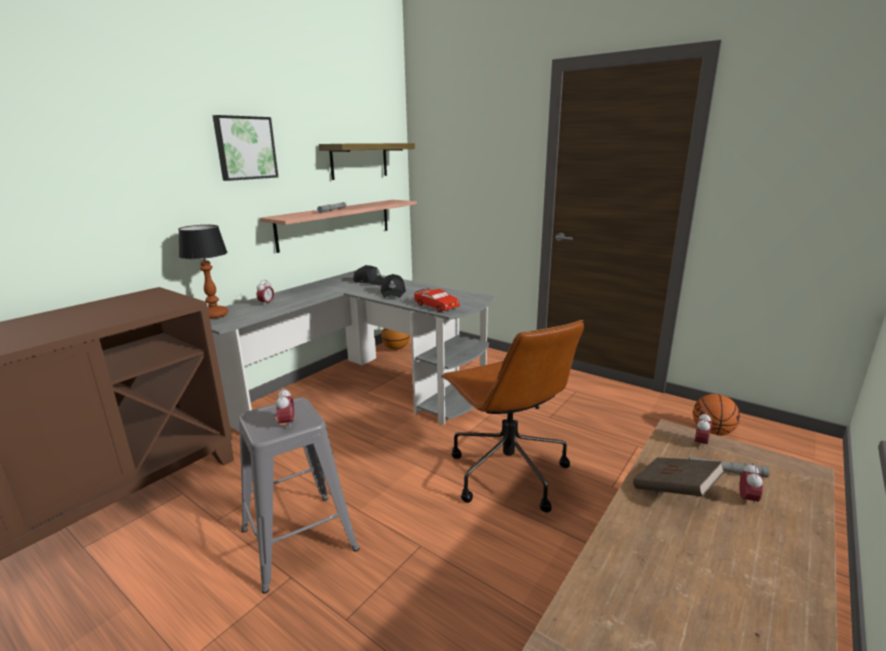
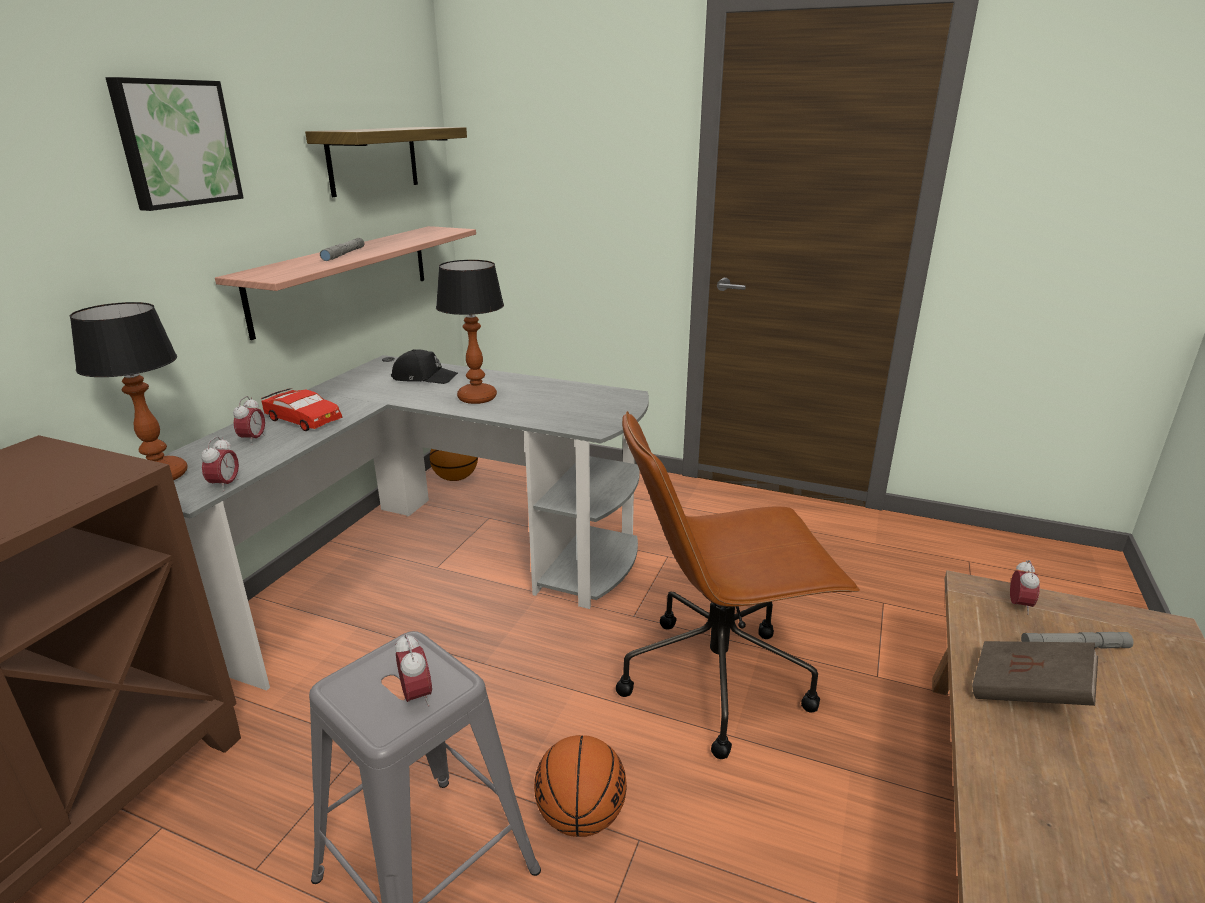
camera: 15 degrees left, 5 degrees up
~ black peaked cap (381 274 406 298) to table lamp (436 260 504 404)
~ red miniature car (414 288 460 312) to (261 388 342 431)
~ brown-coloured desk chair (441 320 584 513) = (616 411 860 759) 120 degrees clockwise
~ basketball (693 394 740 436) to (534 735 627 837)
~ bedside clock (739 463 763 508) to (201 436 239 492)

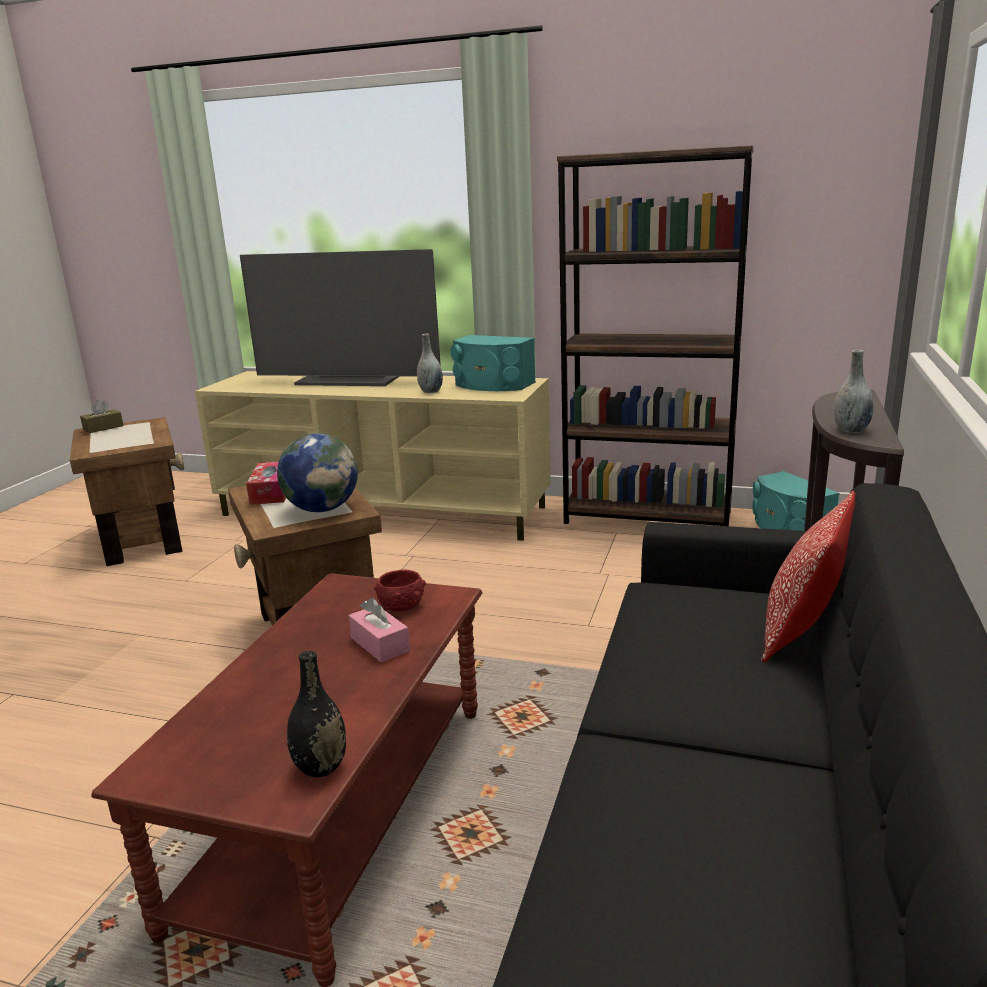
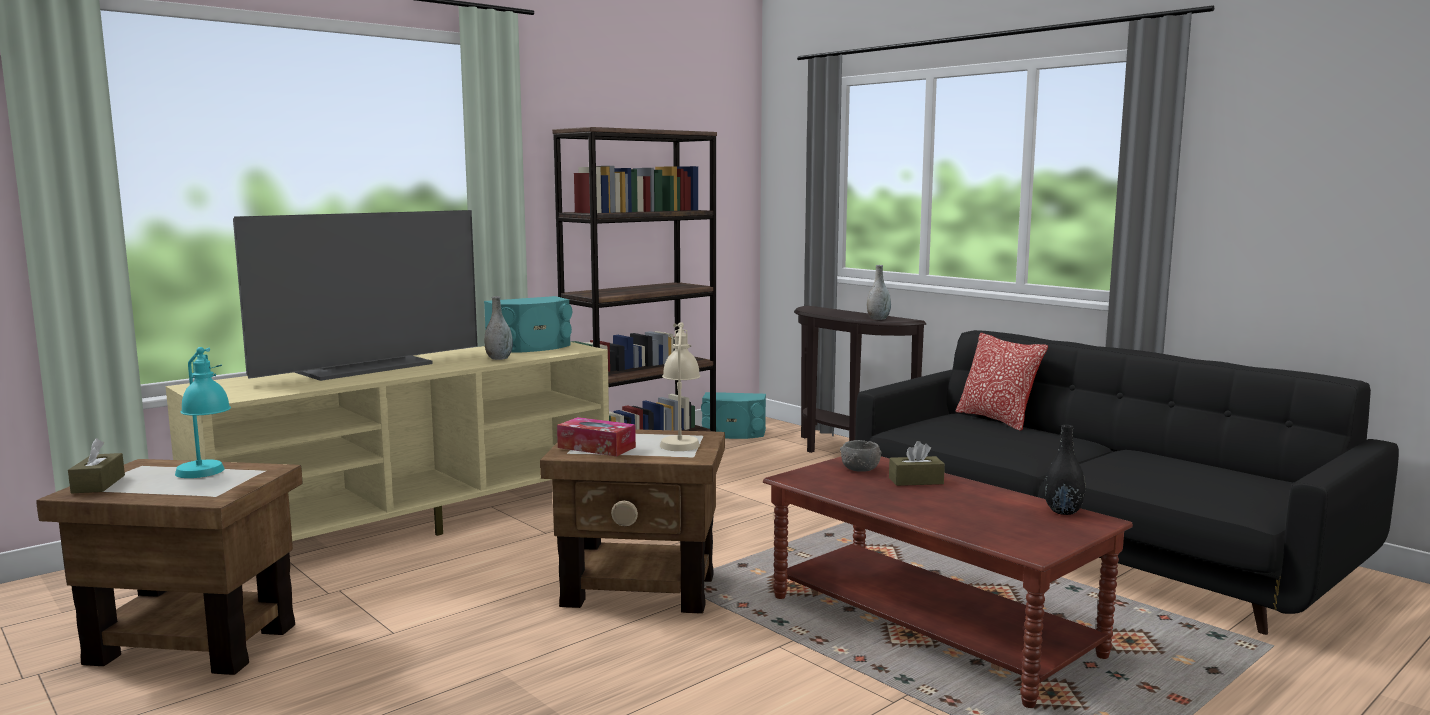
camera: 60 degrees left, 10 degrees down
~ globe (277 433 358 512) to beige-coloured table lamp (660 322 701 451)
~ pink-coloured tissue holder (349 598 410 663) to brown-coloured tissue holder (889 441 945 486)
~ red deep dish (374 569 426 612) to gray deep dish (840 440 882 472)
+ turquoise table lamp (175 347 231 478)

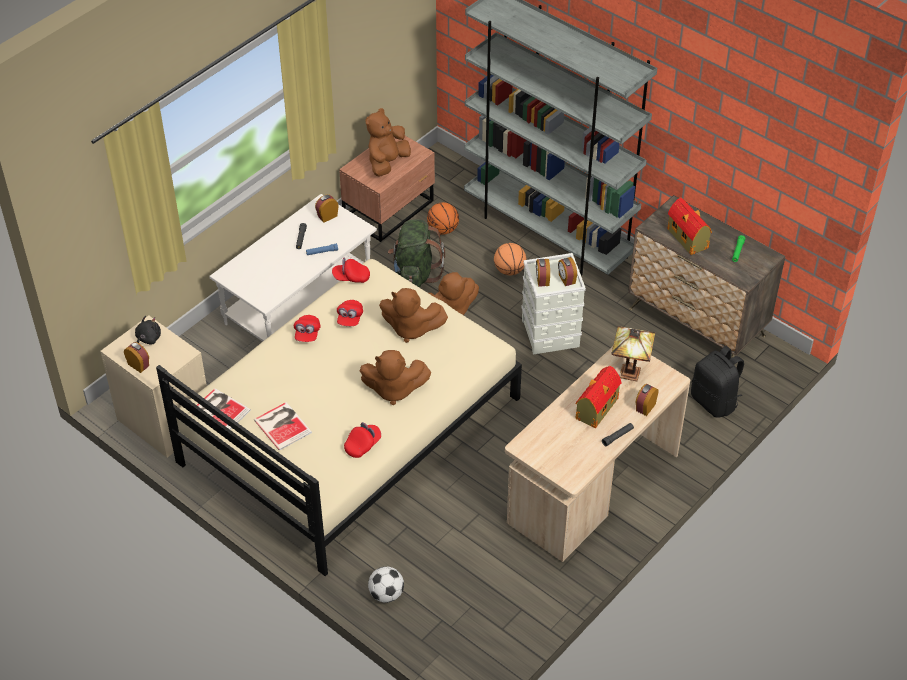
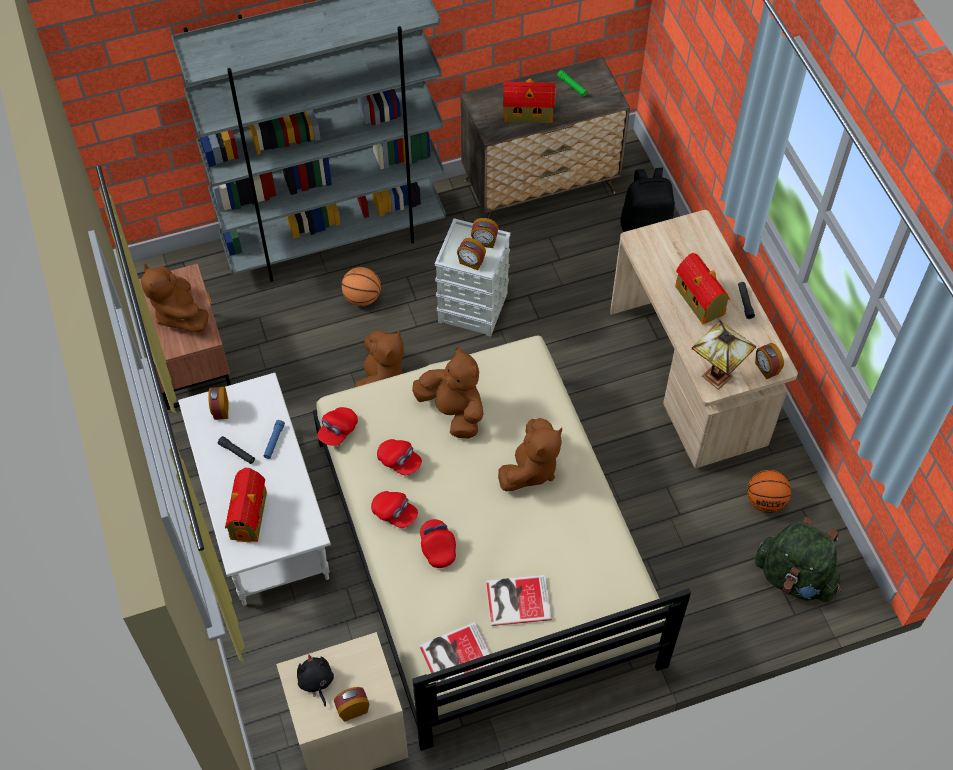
camera: 60 degrees left, 10 degrees up
~ red peaked cap (344 422 381 458) to (420 519 456 568)
- football ball (368 566 404 603)
~ brown-coloured cuddly toy (379 288 448 343) = (412 347 483 439) 90 degrees counterclockwise
~ greenish rucksack (388 219 445 288) to (754 516 841 602)
~ basketball (427 202 459 235) to (747 470 791 513)
~ table lamp (611 326 656 381) to (692 320 756 390)
~ bedside clock (636 384 659 416) to (755 343 784 379)
+ toy house (225 468 267 542)

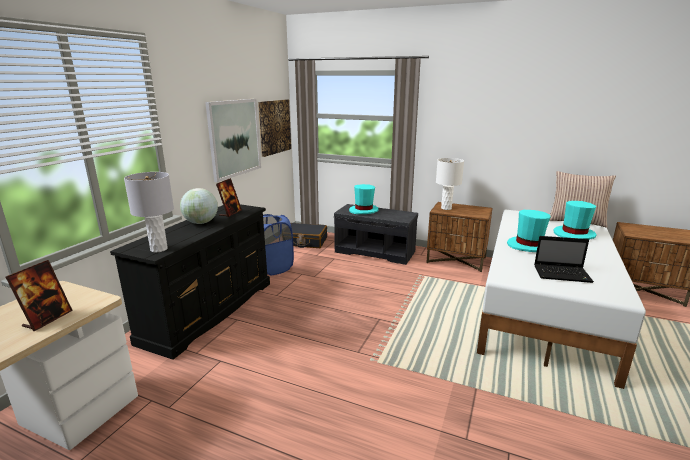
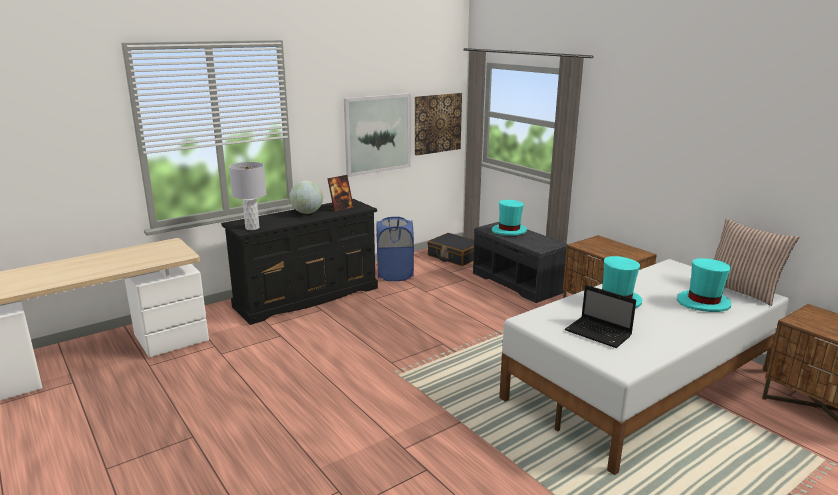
camera: 30 degrees right, 0 degrees up
- picture frame (6 260 73 331)
- whitish table lamp (436 158 464 210)

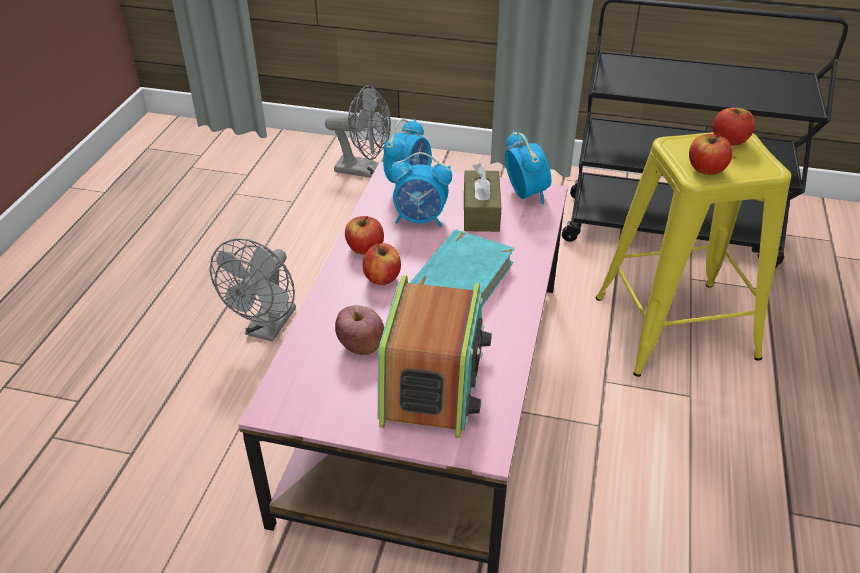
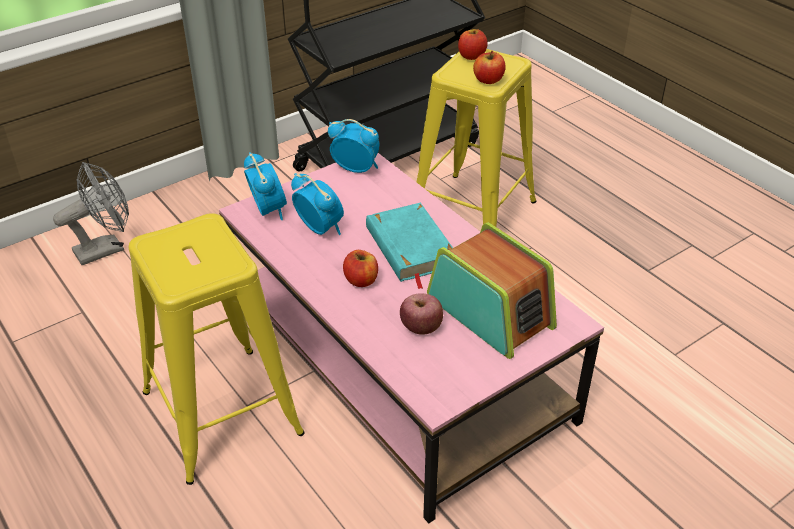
camera: 50 degrees left, 0 degrees up
~ gray cooling fan (210 239 296 342) to yellowish stool (129 213 305 485)
- whole apple (345 216 384 255)
~ bedside clock (390 152 452 227) = (291 173 344 235) 90 degrees counterclockwise
- brown-coloured tissue holder (464 163 501 232)

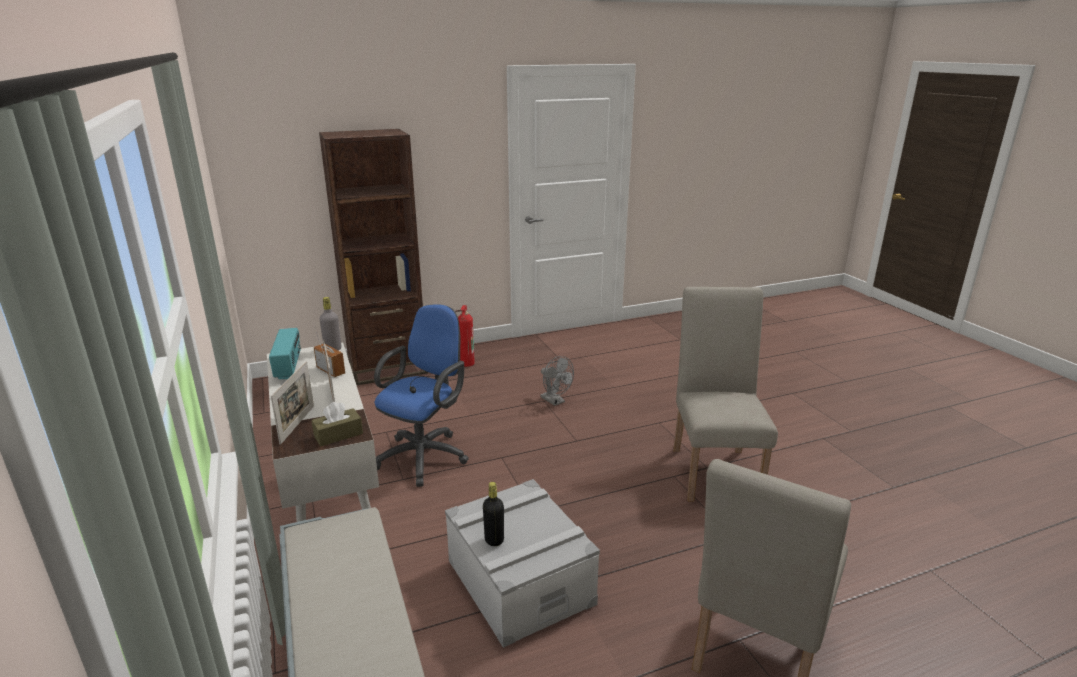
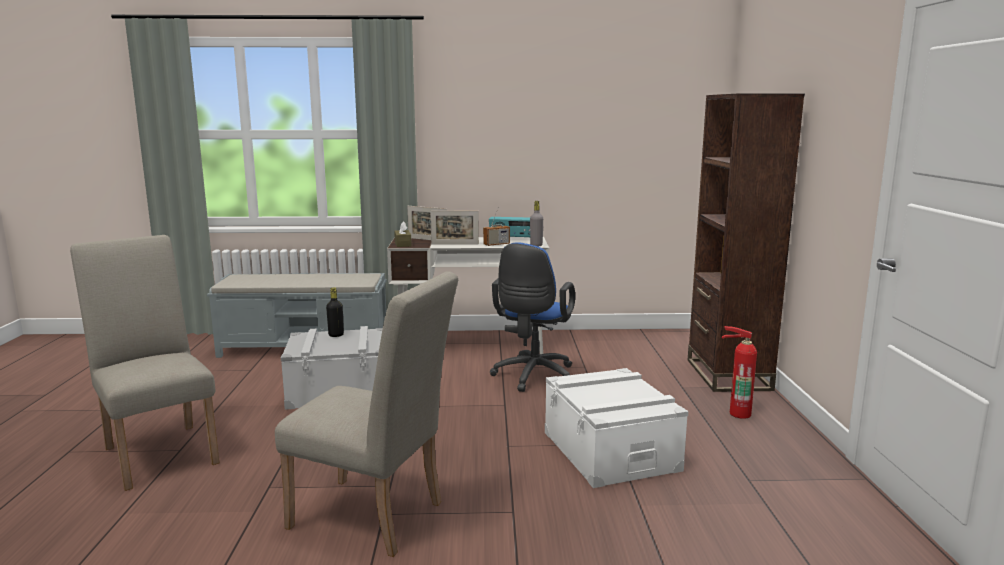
camera: 110 degrees right, 10 degrees down
~ bluish desk chair (374 304 469 487) = (490 242 575 392) 60 degrees clockwise
~ gray cooling fan (541 356 574 406) to whitish storage bin (545 368 688 488)

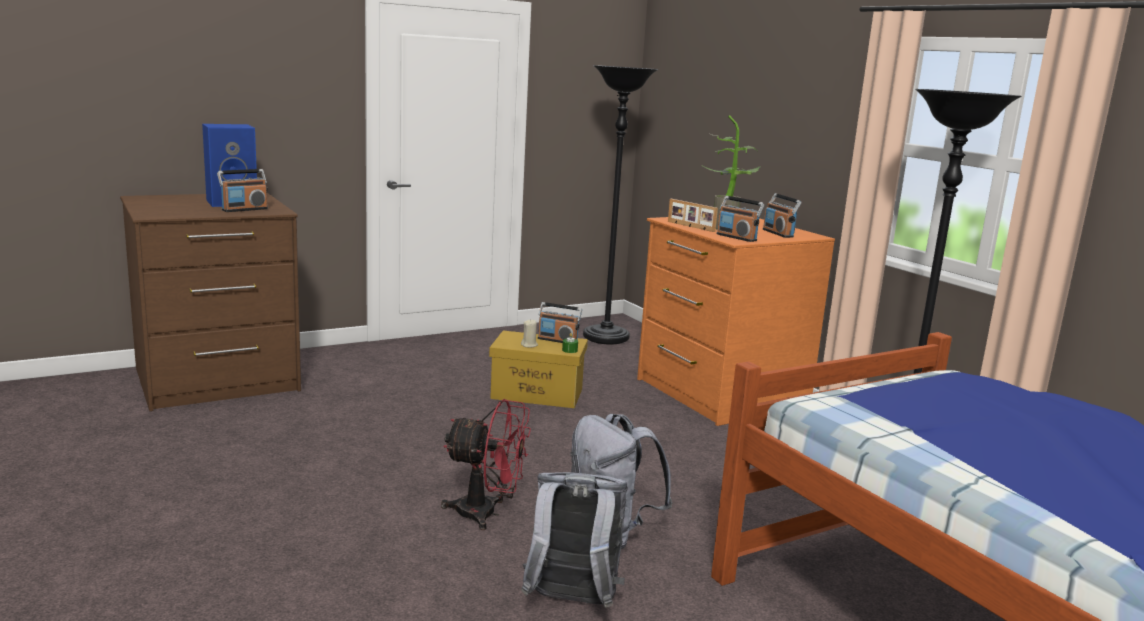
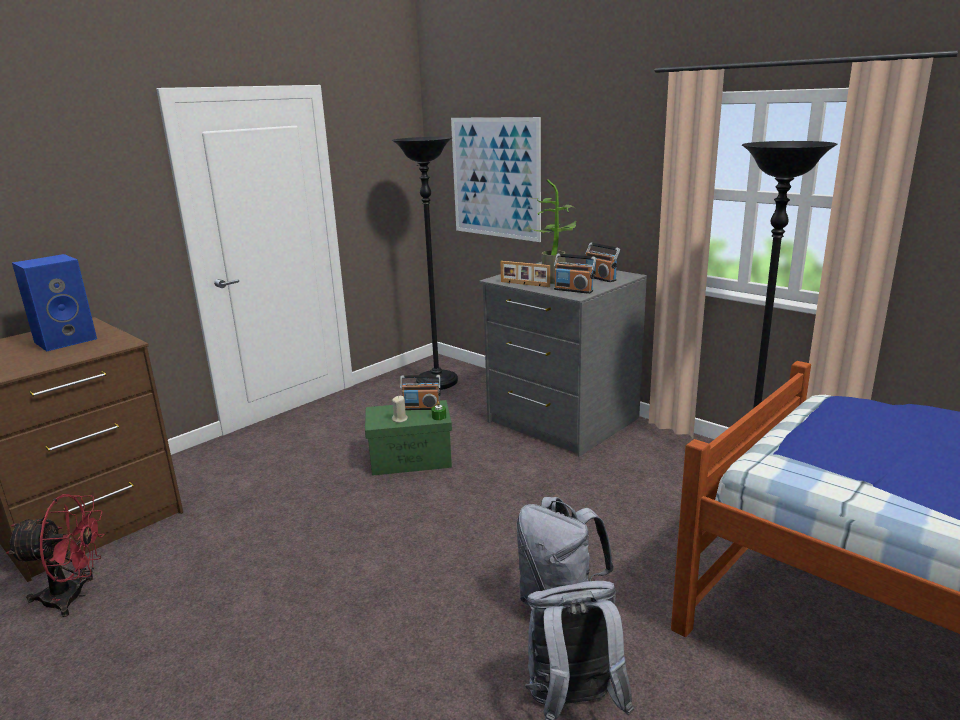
camera: 15 degrees left, 5 degrees up
- radio receiver (217 169 268 212)
~ red cooling fan (441 399 531 530) to (6 494 105 617)
~ yellowish storage bin (489 331 588 408) to greenish storage bin (365 400 452 476)
~ orangey dresser (637 217 835 426) to gray dresser (479 262 647 457)
+ picture (451 117 541 242)

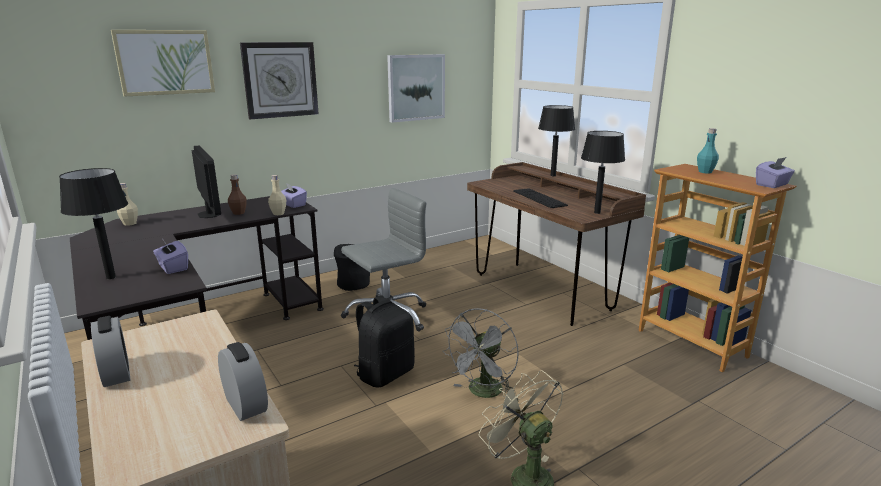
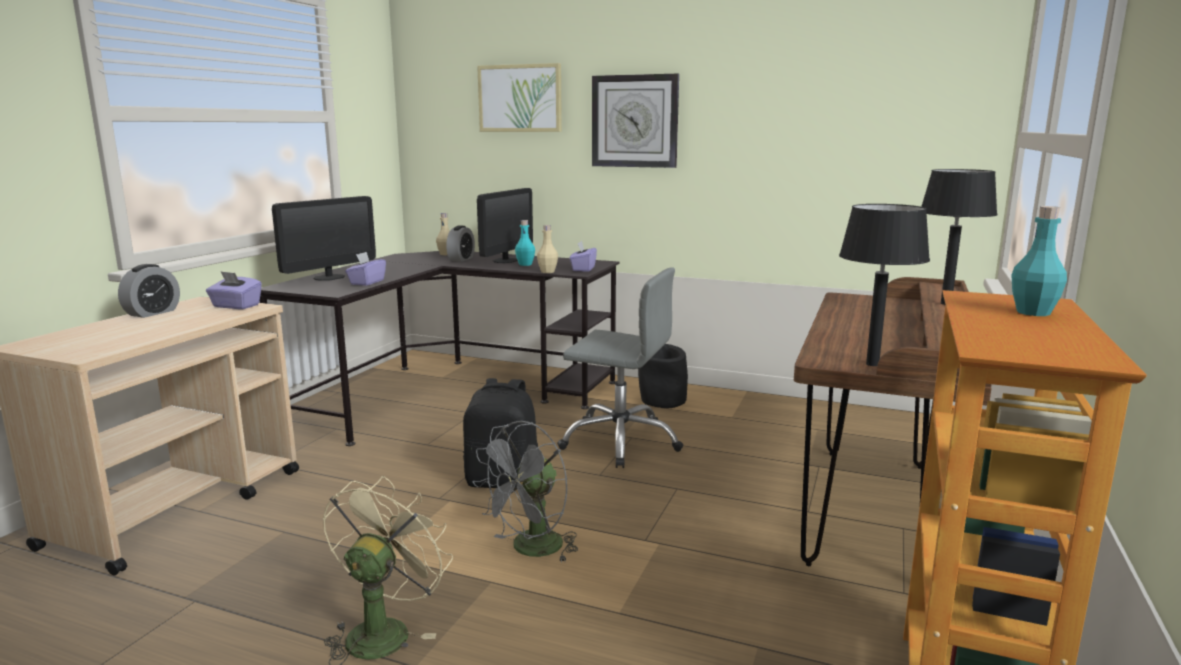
camera: 55 degrees right, 5 degrees down
~ black table lamp (59 168 128 279) to computer display (272 196 376 281)
~ bedside clock (218 342 268 421) to (446 225 475 262)
~ brown-coloured bottle (228 174 247 215) to turquoise bottle (515 220 535 266)
- picture (387 54 445 123)
~ gray cooling fan (443 308 519 398) = (473 421 578 563) 45 degrees counterclockwise
- PC keyboard (513 188 568 208)
~ purplish tissue holder (756 157 795 188) to (206 271 262 309)

